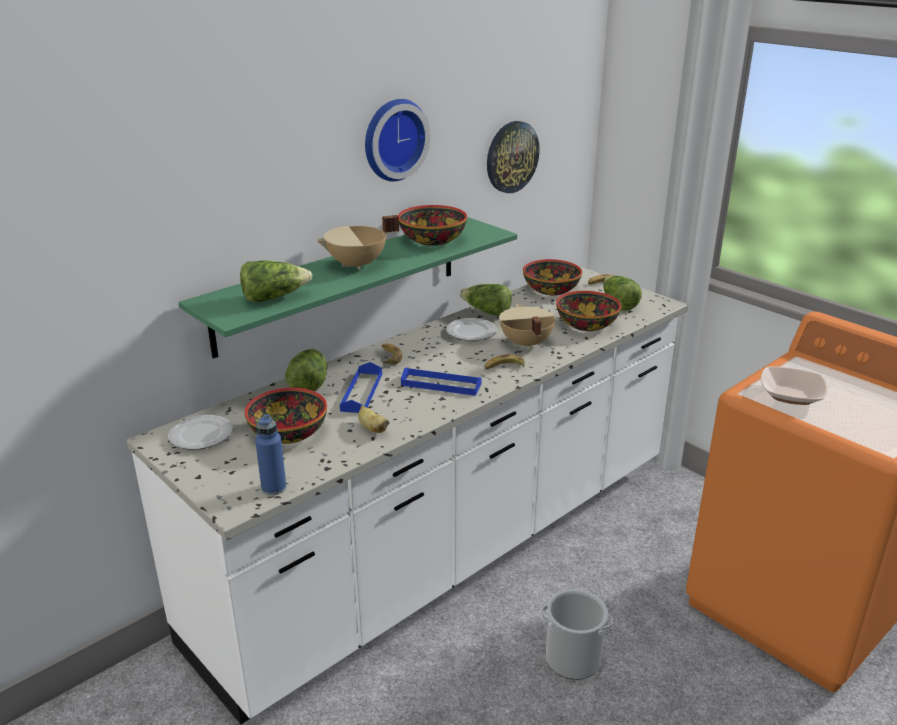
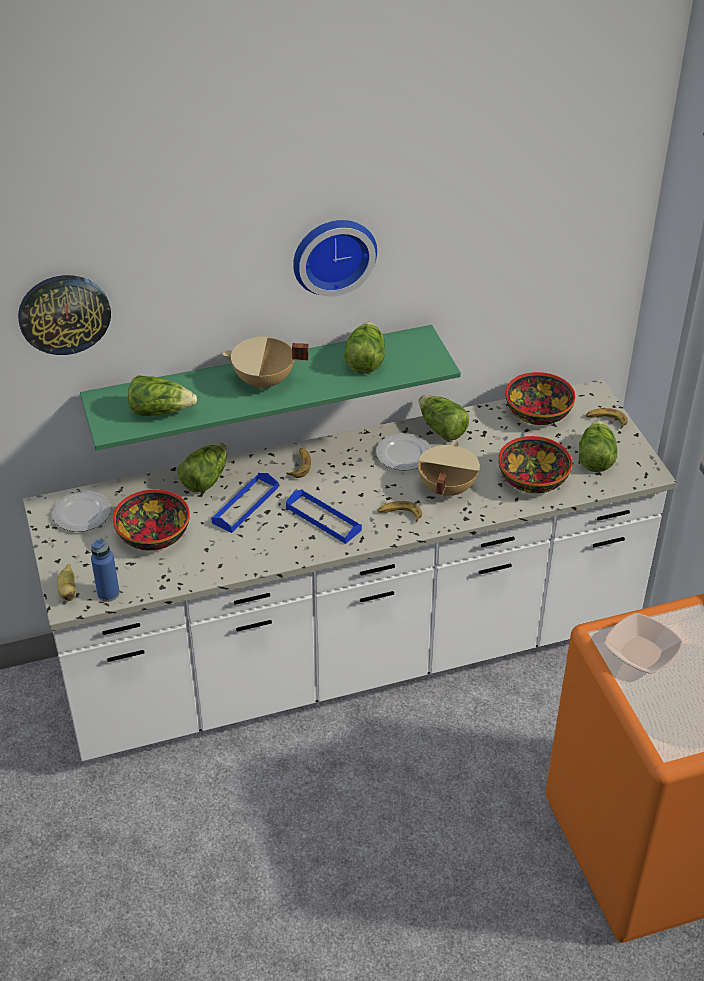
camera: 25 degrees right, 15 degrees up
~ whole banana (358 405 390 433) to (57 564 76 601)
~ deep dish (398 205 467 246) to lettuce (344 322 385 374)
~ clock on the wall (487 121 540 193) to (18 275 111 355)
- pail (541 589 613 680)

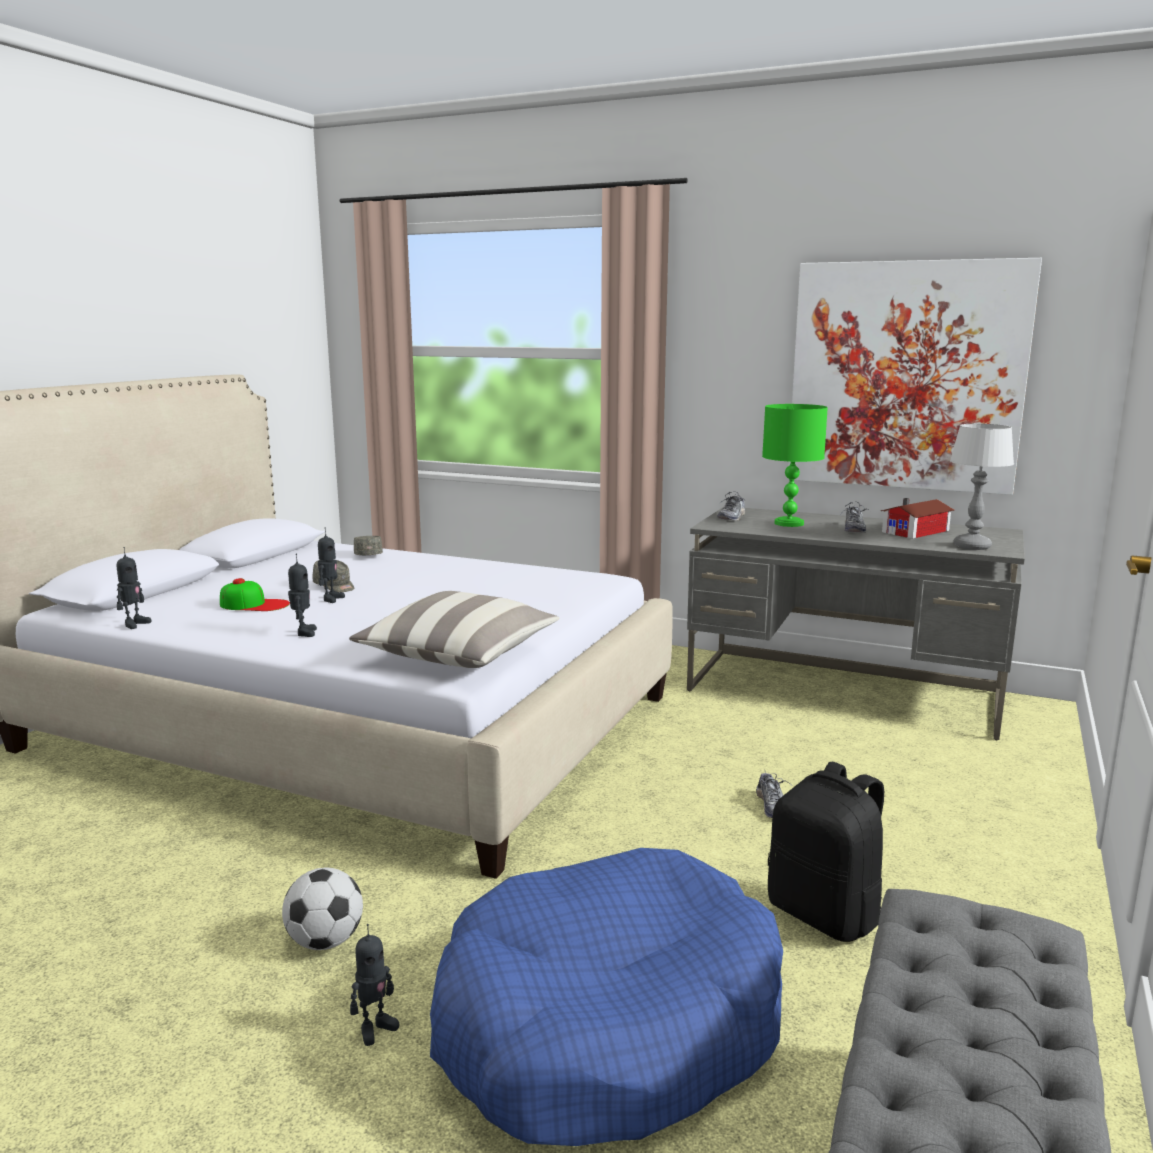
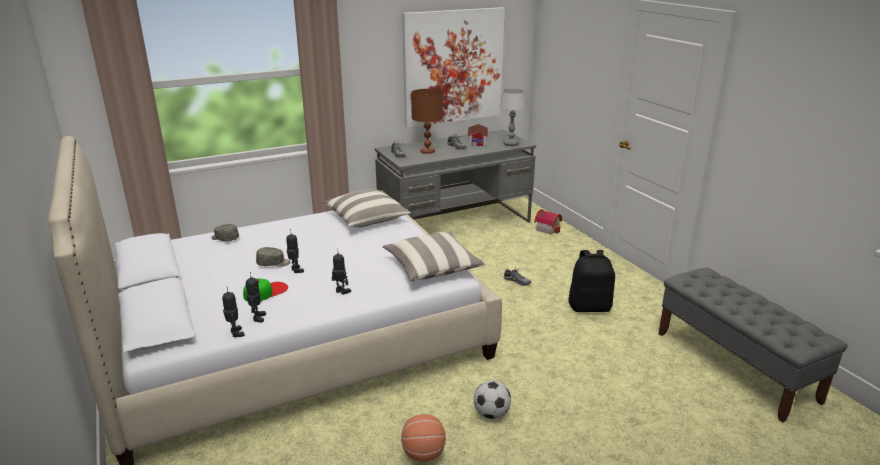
camera: 50 degrees left, 10 degrees up
~ model robot (350 924 399 1046) to (246 272 266 323)
- bluish dog cushion (430 848 783 1146)
~ greenish table lamp (762 404 828 527) to brown-coloured table lamp (411 89 443 154)
+ throw pillow (323 189 411 227)
+ basketball (401 414 446 462)
+ toy house (534 209 562 235)

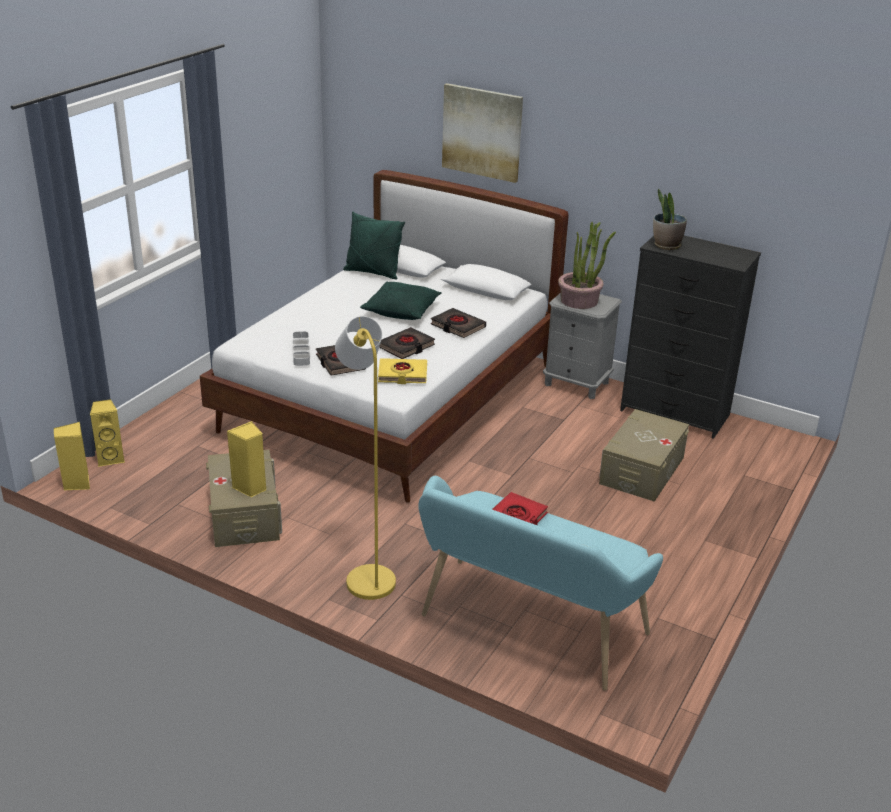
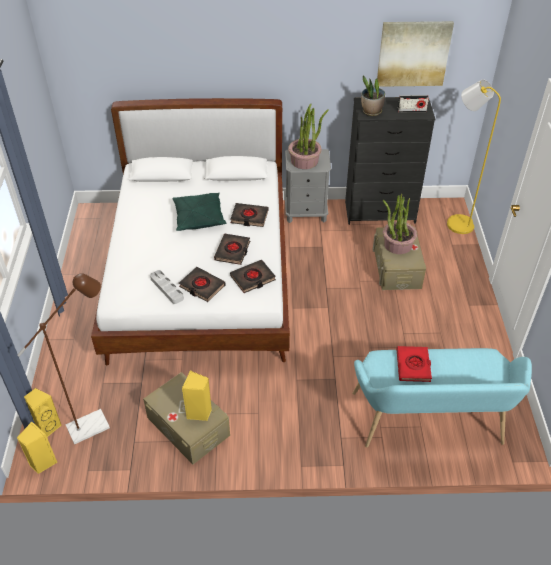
camera: 30 degrees left, 15 degrees up
~ yellowish standard lamp (335 316 396 600) to (447 79 501 234)
- greenish throw pillow (343 212 405 279)
~ yellowish bound book (378 358 427 384) to black bound book (230 260 276 293)
~ picture (442 83 523 183) to (377 21 454 87)
+ brown-coloured standard lamp (17 273 110 444)
+ potted plant (383 194 417 254)
+ radio receiver (398 95 429 113)

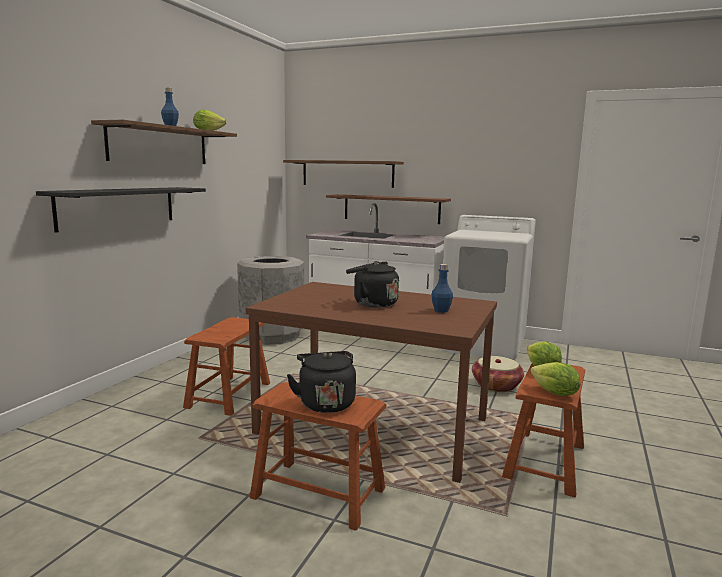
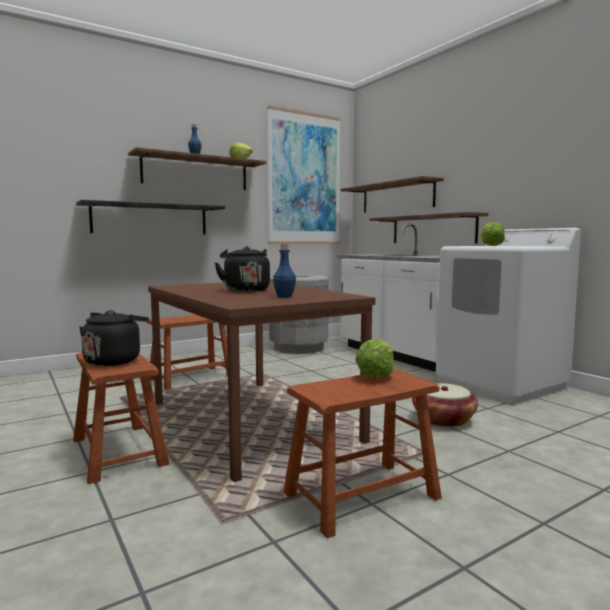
camera: 35 degrees right, 5 degrees down
~ lettuce (530 362 580 396) to (480 222 505 246)
+ picture (267 105 341 244)

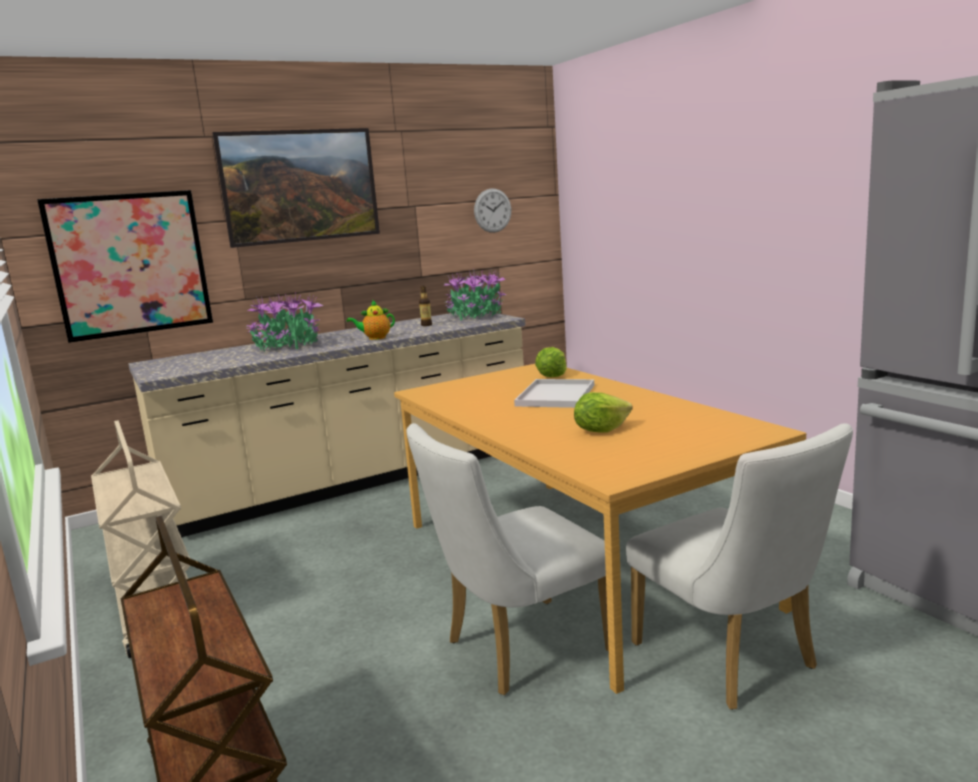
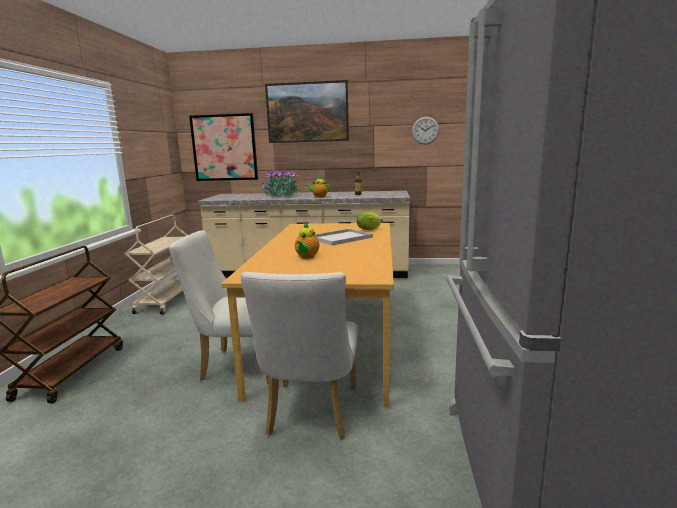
camera: 35 degrees right, 0 degrees up
- potted plant (444 268 507 320)
~ lettuce (574 392 633 432) to pot for tea (295 222 320 259)

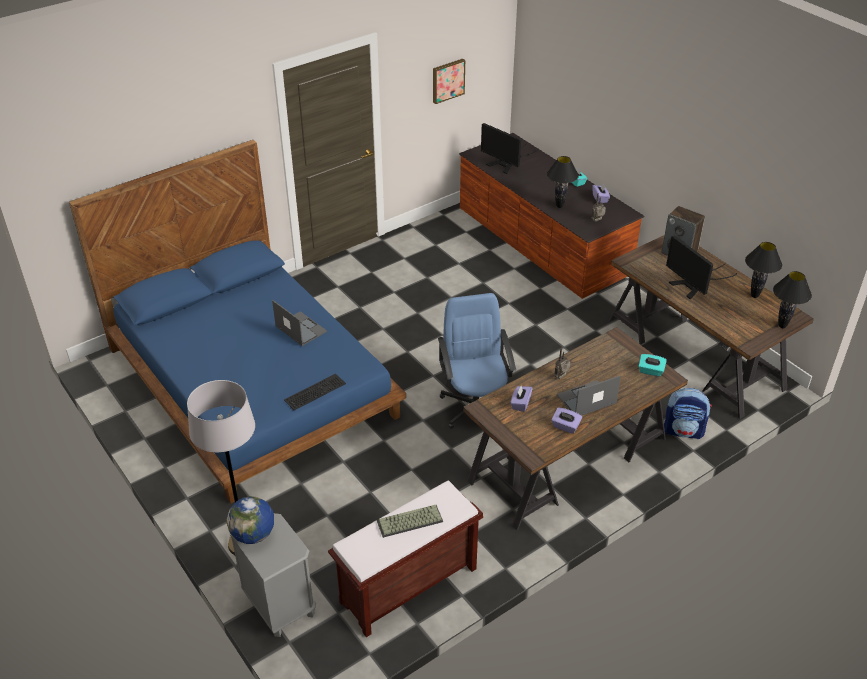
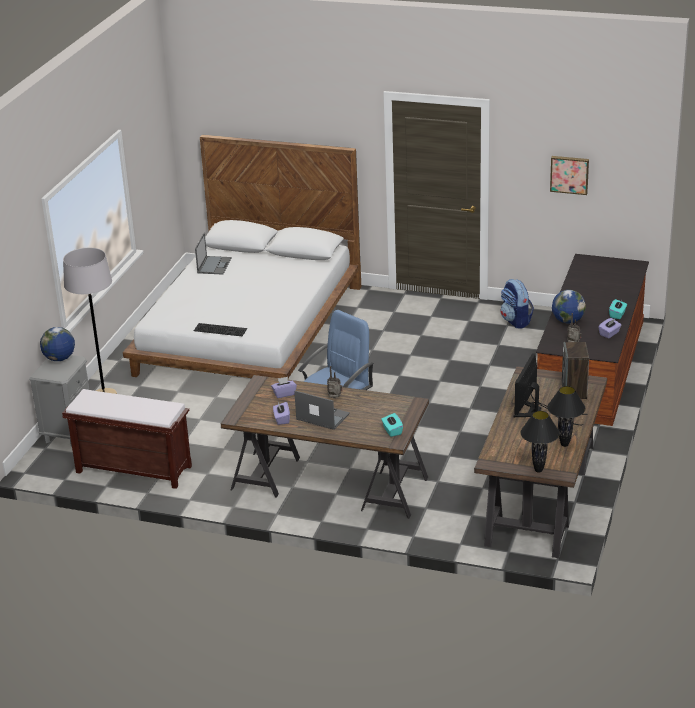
camera: 55 degrees right, 10 degrees down
~ bluish bedroom bed (69 140 406 503) to whitish bedroom bed (123 135 361 378)
~ notebook computer (272 300 327 346) to (195 233 231 275)
- PC keyboard (377 505 443 538)
- computer display (481 123 538 174)
~ black table lamp (547 156 579 208) to globe (552 290 586 323)
~ rucksack (664 388 712 439) to (500 279 534 329)

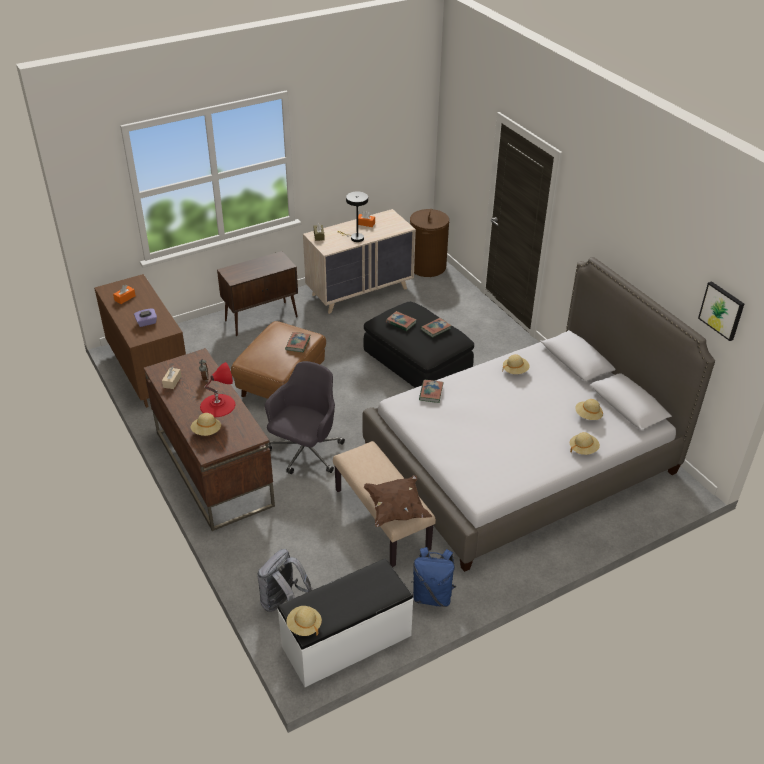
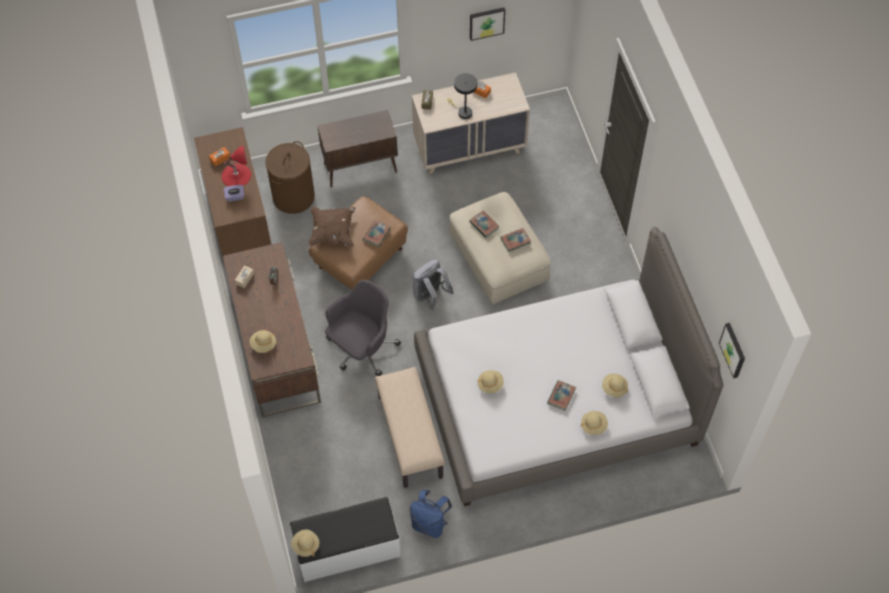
camera: 15 degrees right, 20 degrees up
~ red table lamp (200 362 235 417) to (221 146 251 186)
~ gray rucksack (257 549 313 612) to (413 259 454 309)
~ black footrest (363 302 474 388) to beige-coloured footrest (449 192 551 304)
~ brown-coloured throw pillow (364 475 432 527) to (308 207 355 247)
~ brown-coloured laundry basket (410 209 449 277) to (265 141 315 214)
~ bound book (419 380 444 403) to (547 380 576 411)
~ beige-coloured wearable hat (502 354 530 374) to (477 370 504 393)
+ picture (470 7 505 41)

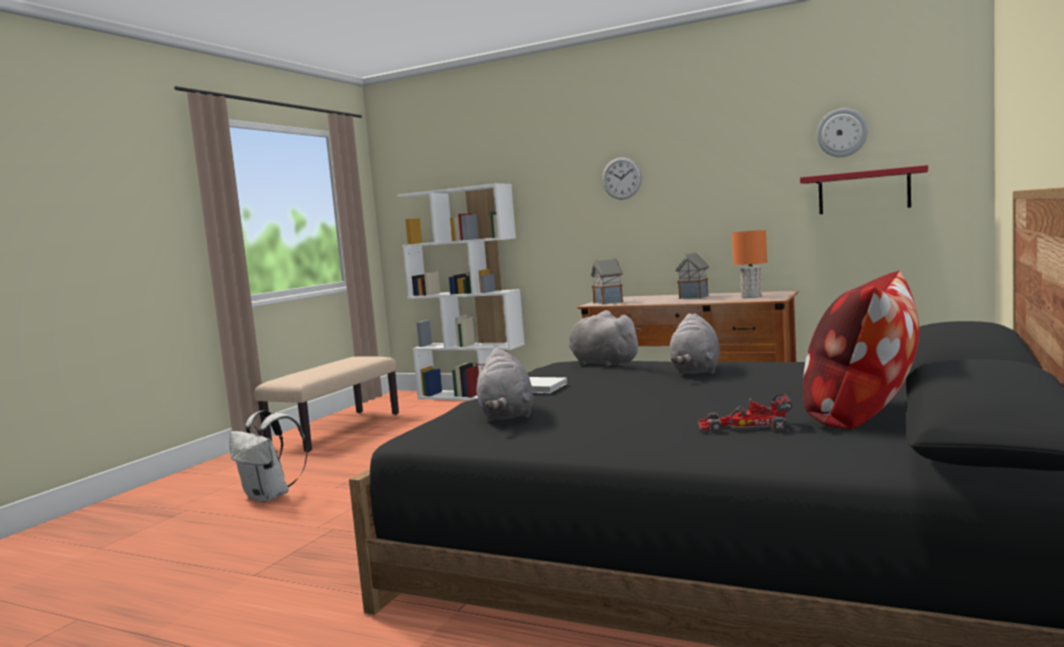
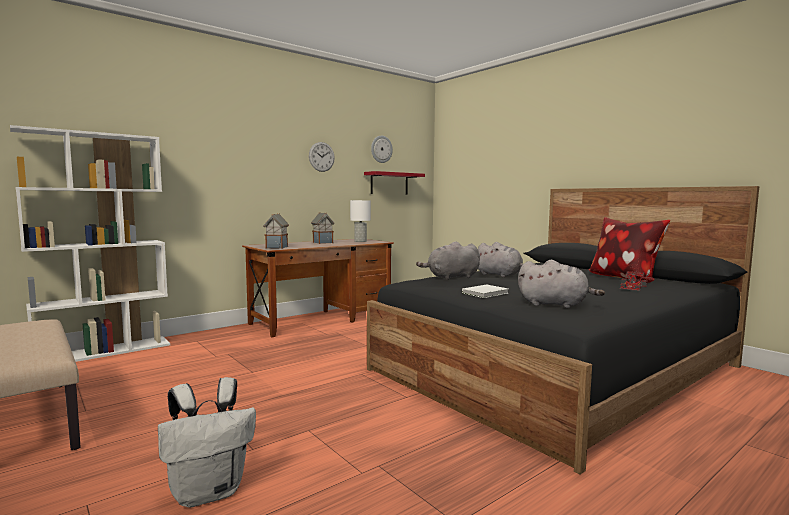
camera: 65 degrees left, 0 degrees up
~ clock on the wall (602 157 642 199) to (309 142 335 172)
~ orangey table lamp (732 230 767 298) to whitish table lamp (350 200 371 242)

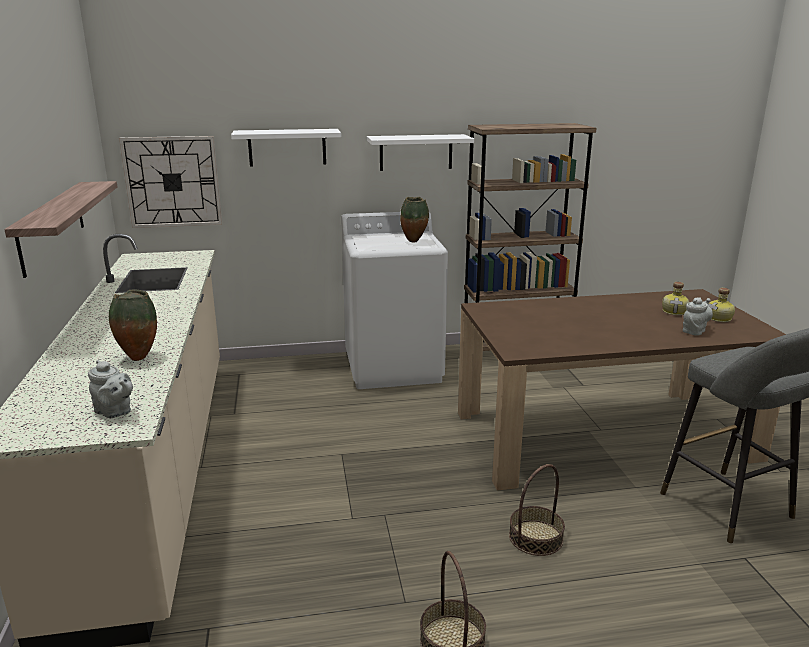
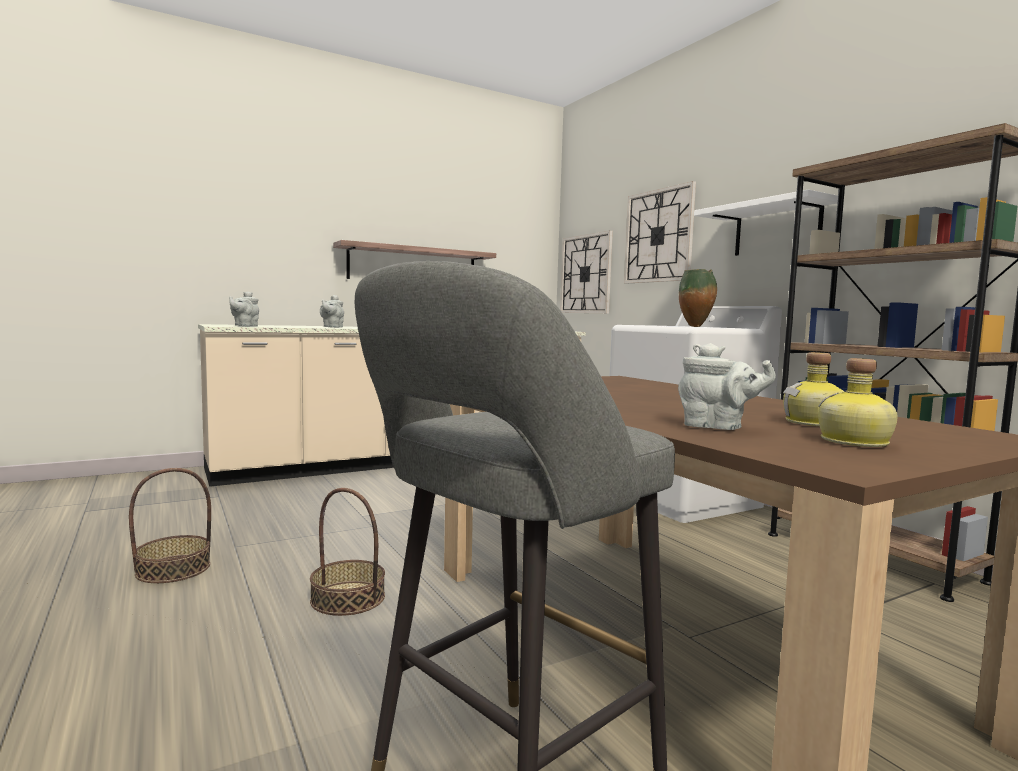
camera: 70 degrees right, 15 degrees down
~ decorative vase (109 290 157 361) to gray pot for tea (320 295 344 328)
~ whitish bracket shelf (231 129 341 166) to clock on the wall (624 181 696 284)

